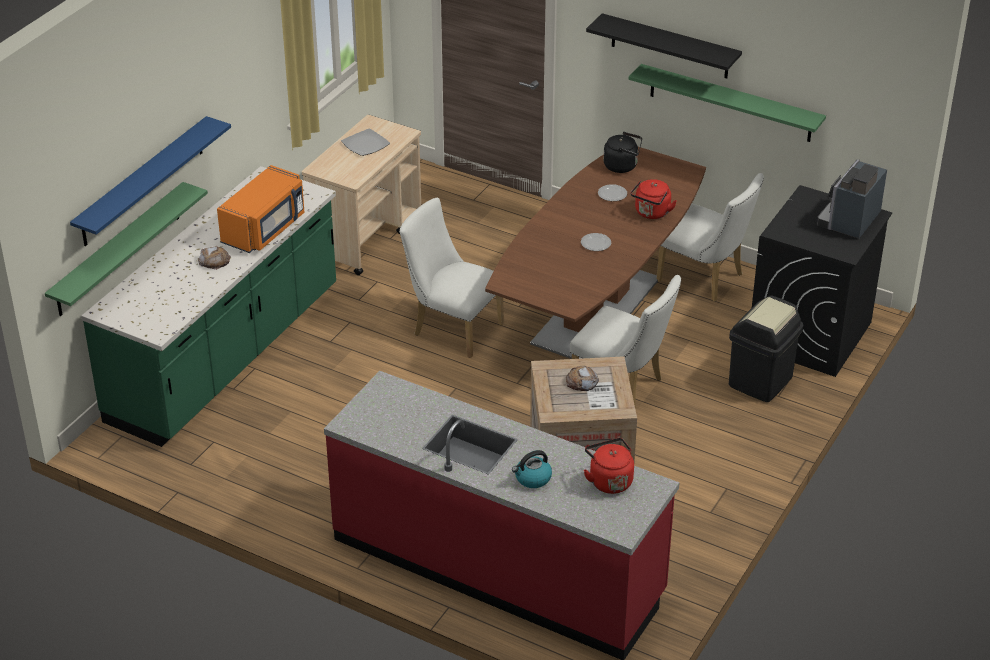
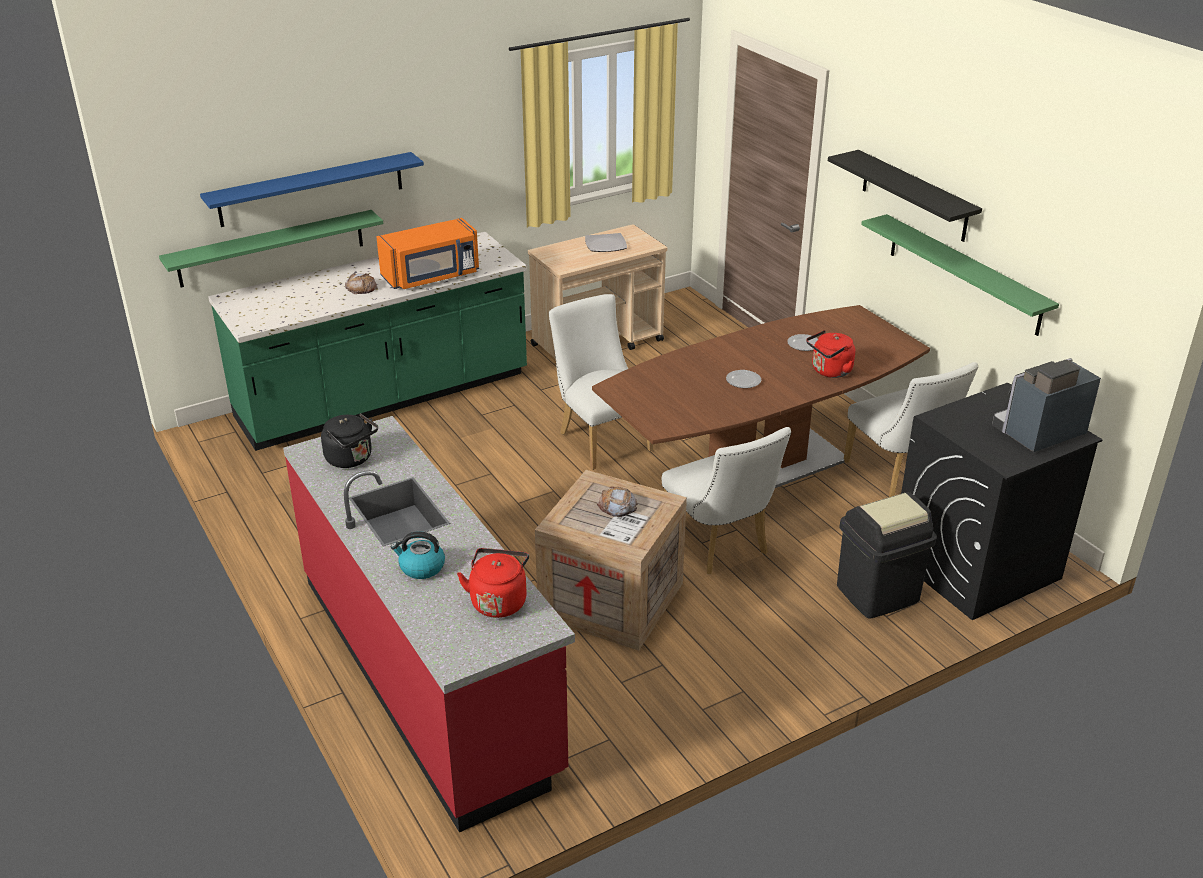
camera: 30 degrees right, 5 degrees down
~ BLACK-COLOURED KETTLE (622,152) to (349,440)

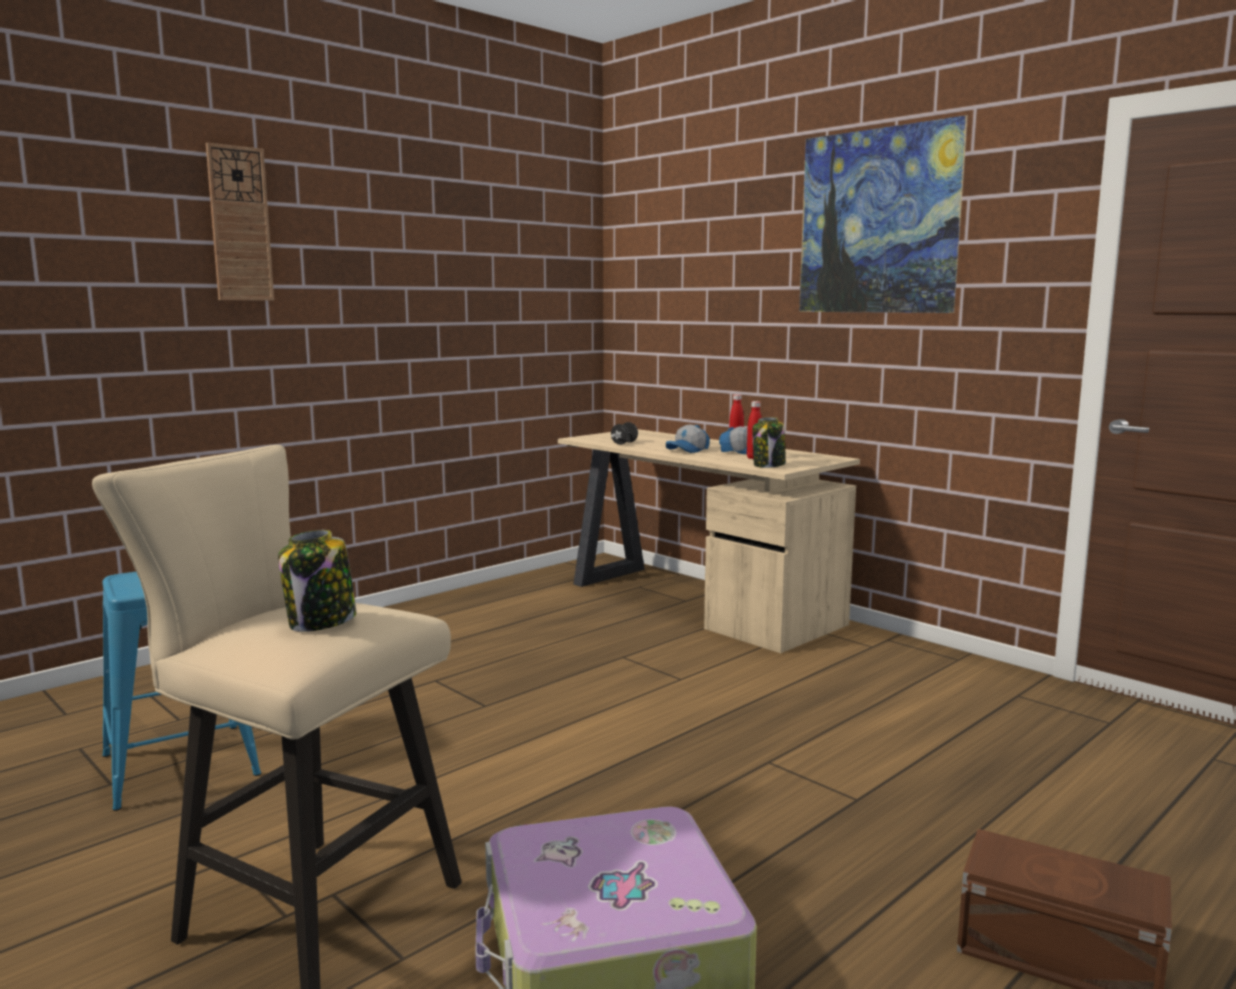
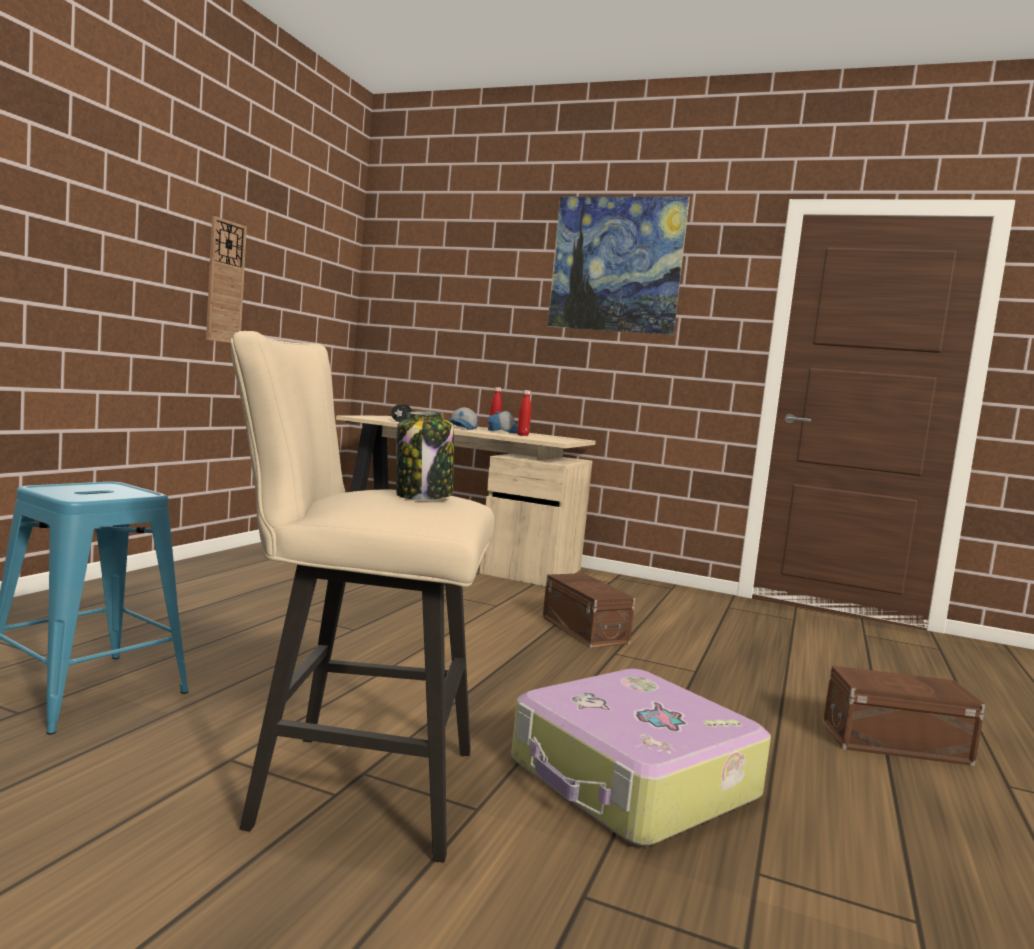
camera: 25 degrees left, 5 degrees down
- PRESERVE JAR (769,442)
+ BROWN STORAGE BOX (589,610)
~ HANGING CLOCK (240,221) to (226,279)

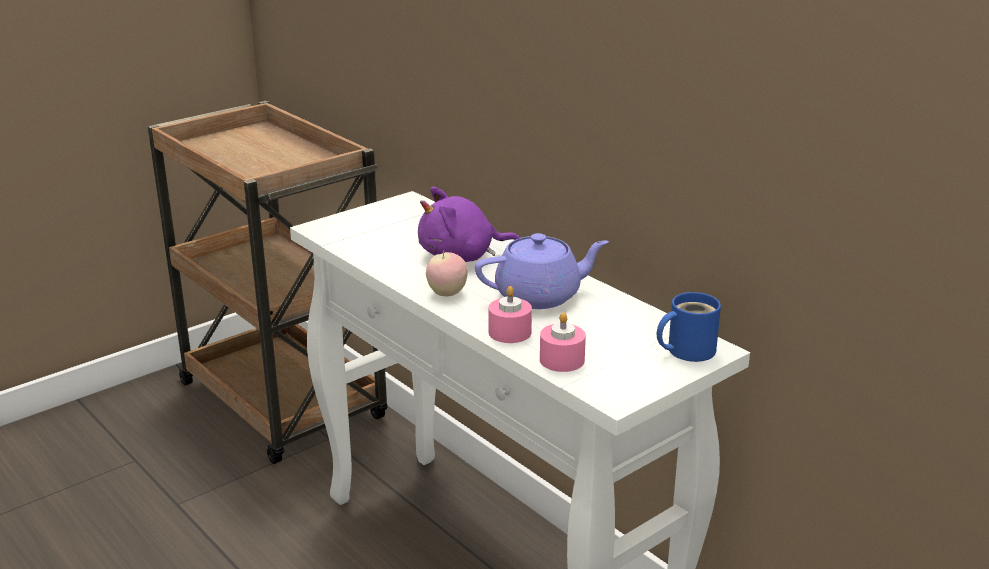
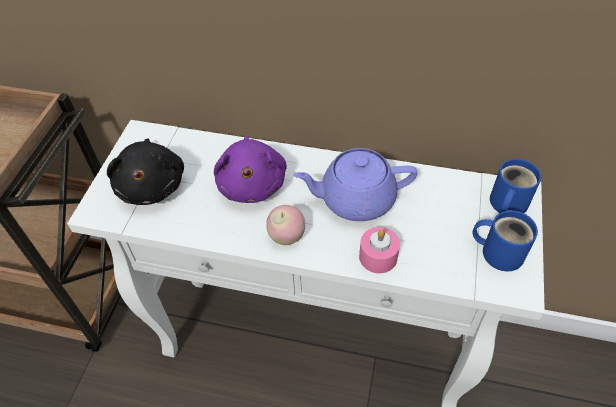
camera: 35 degrees left, 25 degrees up
- PINK-COLOURED WAX LIGHT (563,342)
+ BLACK-COLOURED SOFT TOY (145,171)
+ BLUE MUG (505,240)
~ PURPLE SOFT TOY (469,224) = (250,169) 45 degrees counterclockwise
~ PURPLE POT FOR TEA (542,271) = (355,184) 135 degrees counterclockwise

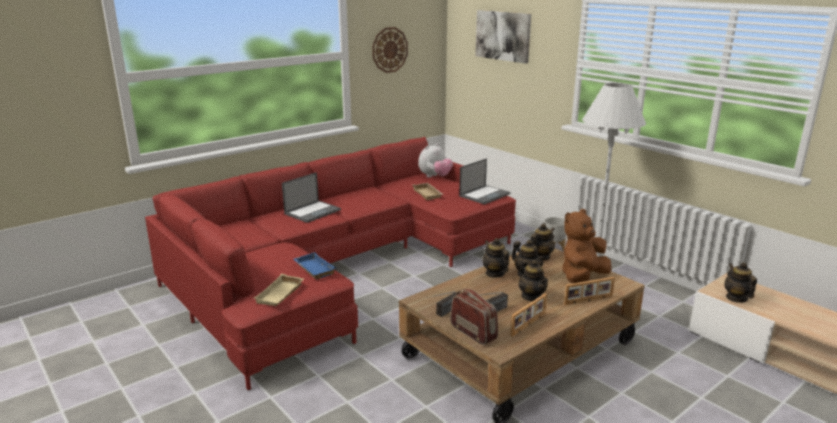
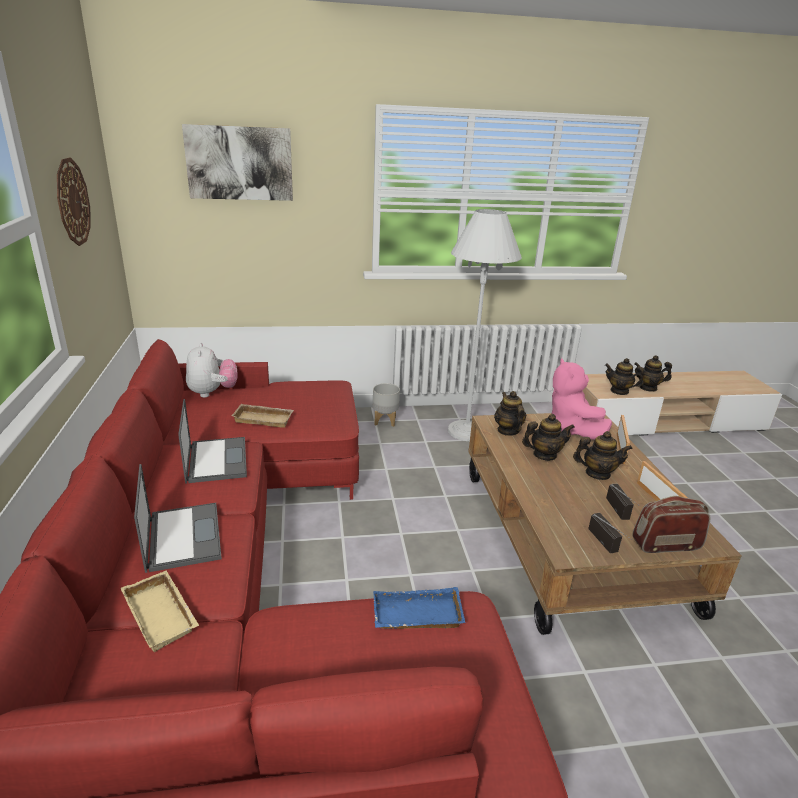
camera: 60 degrees left, 5 degrees up
~ SAND-COLOURED TRAY (279,290) to (160,611)
~ NOTEBOOK COMPUTER (485,181) to (212,441)
~ POT FOR TEA (495,258) to (653,373)
~ BROWN SOFT TOY (586,246) to PINK-COLOURED SOFT TOY (582,399)

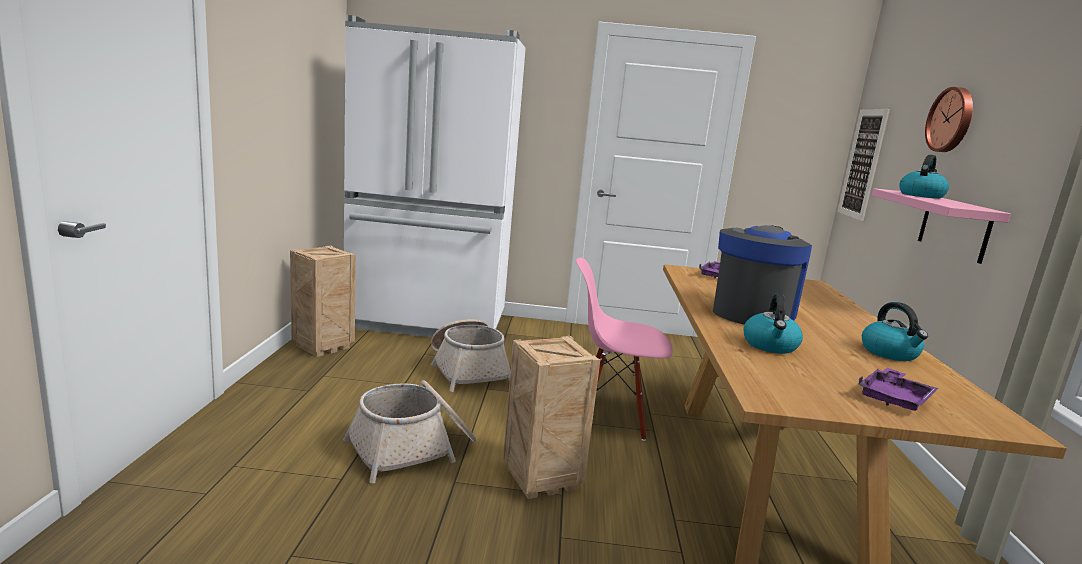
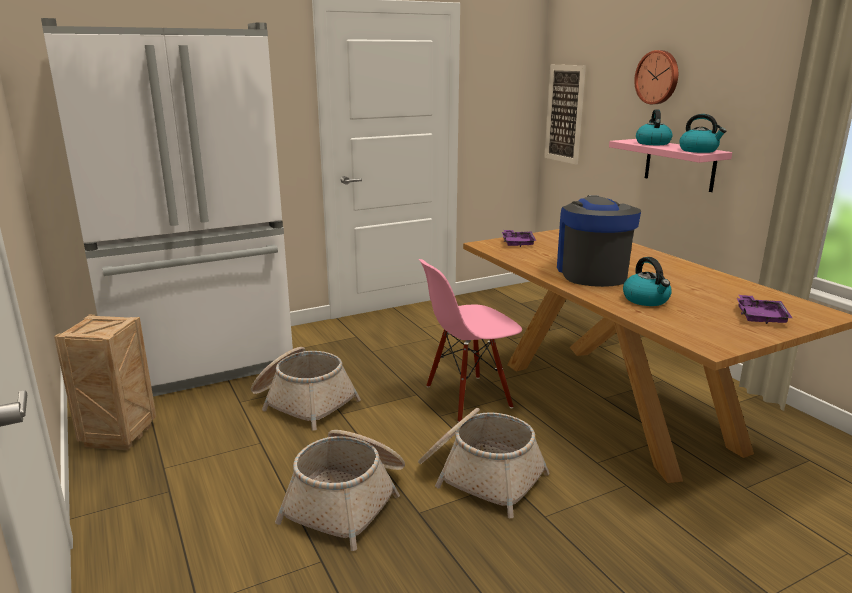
camera: 30 degrees left, 5 degrees up
~ KETTLE (895,331) to (702,133)
~ CRATE (551,417) to STORAGE BASKET (484,463)

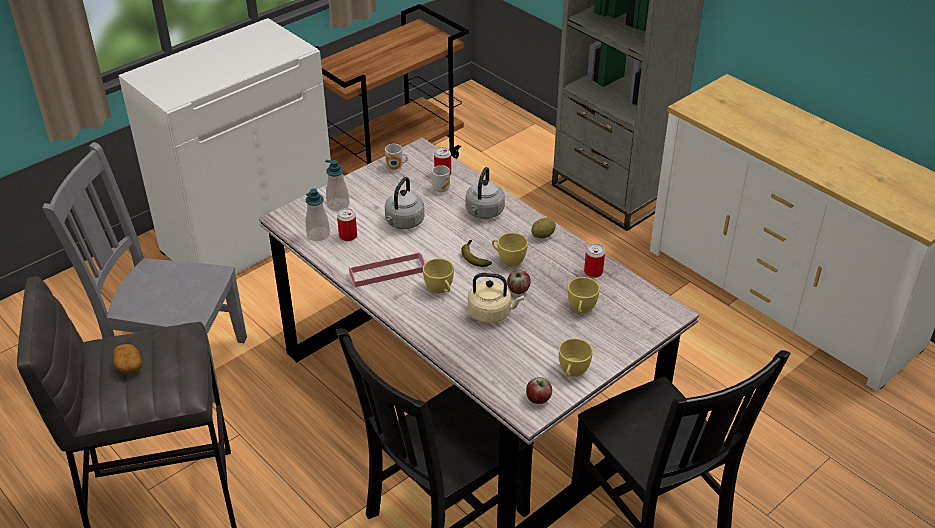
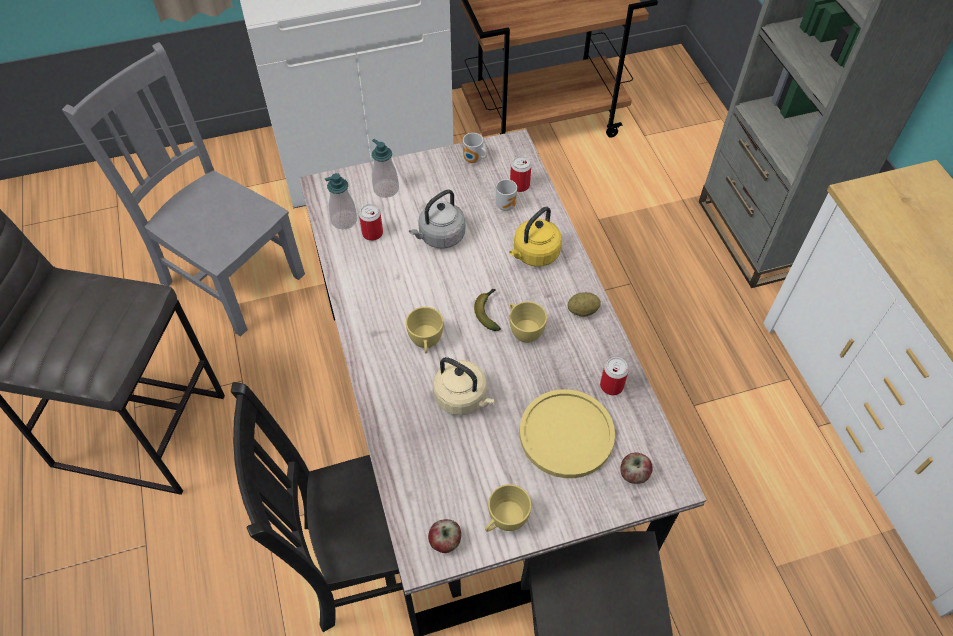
camera: 25 degrees right, 15 degrees up
- WHOLE POTATO (127,359)
- PINK-COLOURED TRAY (387,269)
~ WHOLE APPLE (518,282) to (636,468)
~ YELLOW CUP (584,295) to YELLOW PLATE (567,433)
~ GREYISH KETTLE (485,193) to YELLOW KETTLE (535,237)

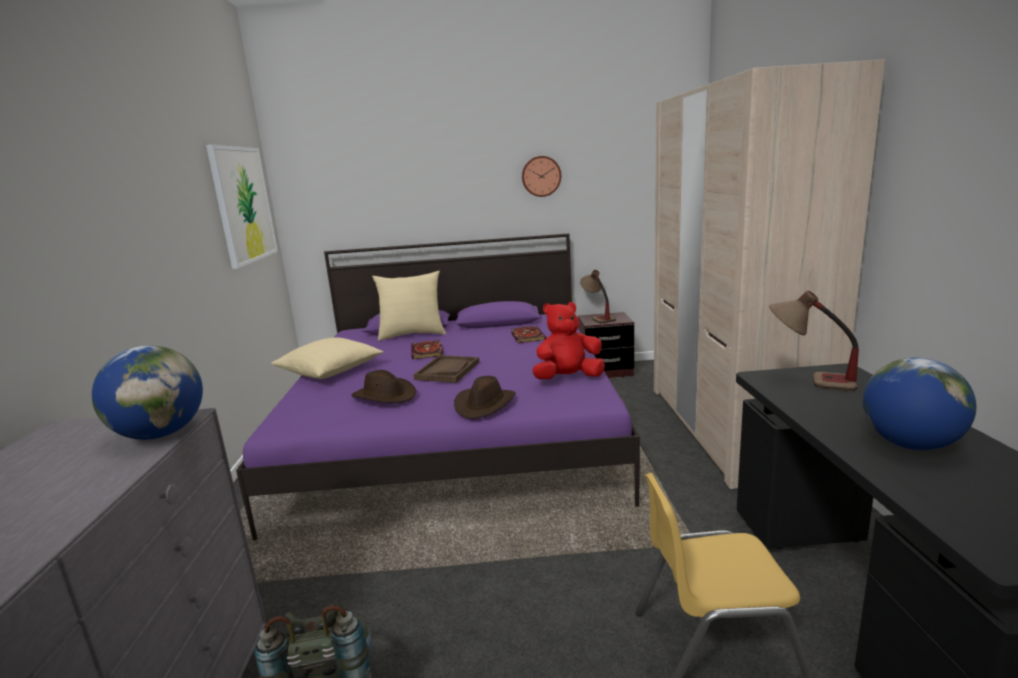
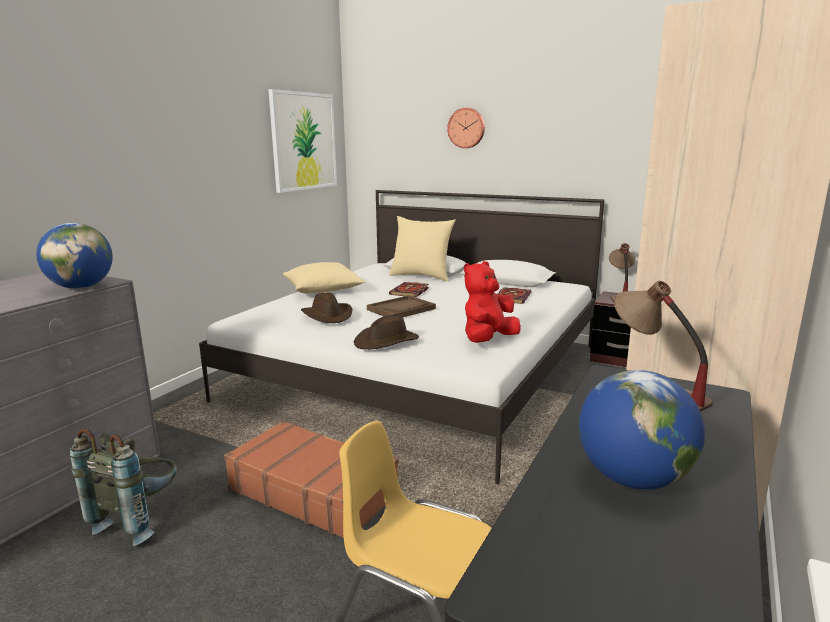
camera: 30 degrees right, 0 degrees up
+ BROWN TRAVEL CASE (311,480)
~ HANGING CLOCK (541,176) to (466,128)
~ PURPLE SLEEPING BED (438,386) to WHITE-COLOURED SLEEPING BED (401,337)
~ REDDISH SOFT TOY (568,340) = (492,302) 60 degrees counterclockwise

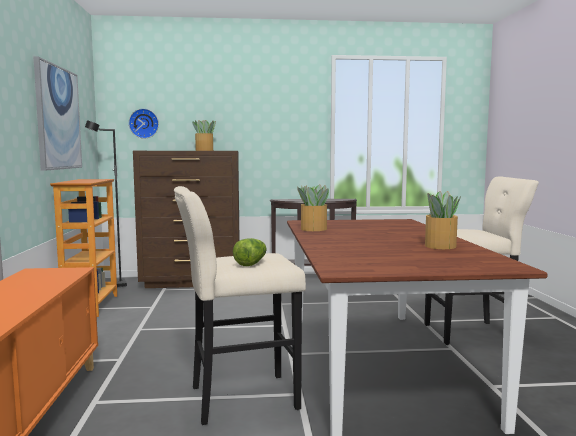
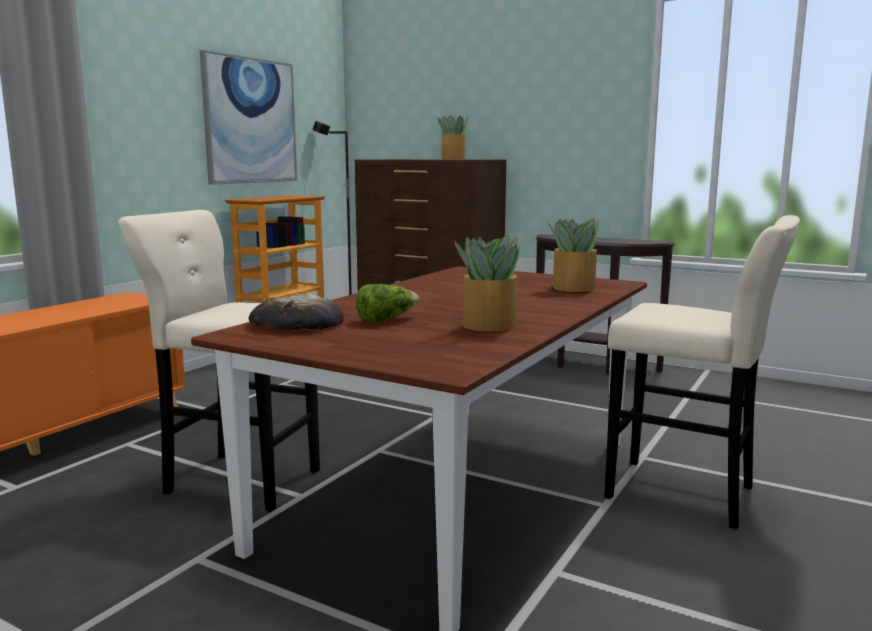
camera: 35 degrees right, 5 degrees up
- HANGING CLOCK (144,123)
+ BAKERY BREAD (296,311)
~ LETTUCE HEAD (250,252) to (388,303)
~ POTTED PLANT (313,207) to (573,255)

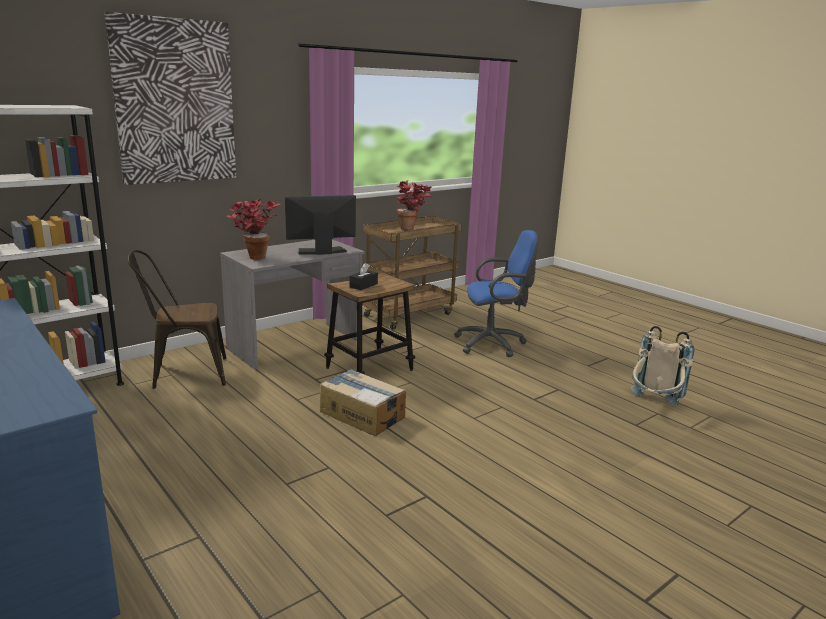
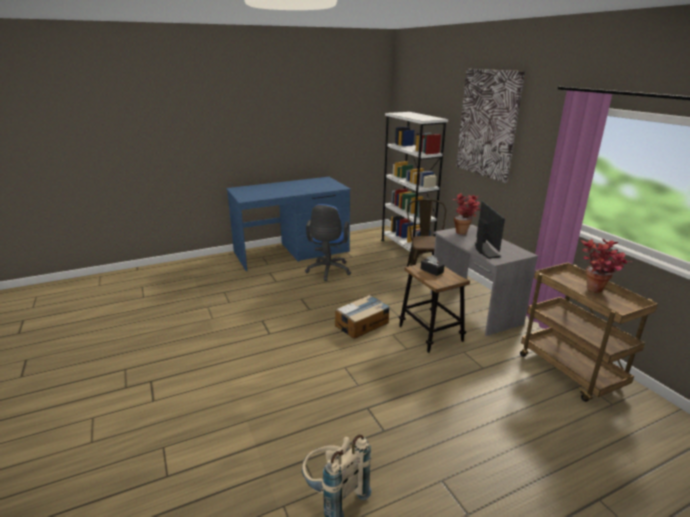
camera: 105 degrees right, 5 degrees up
~ BLUE OFFICE CHAIR (496,293) to (328,242)

